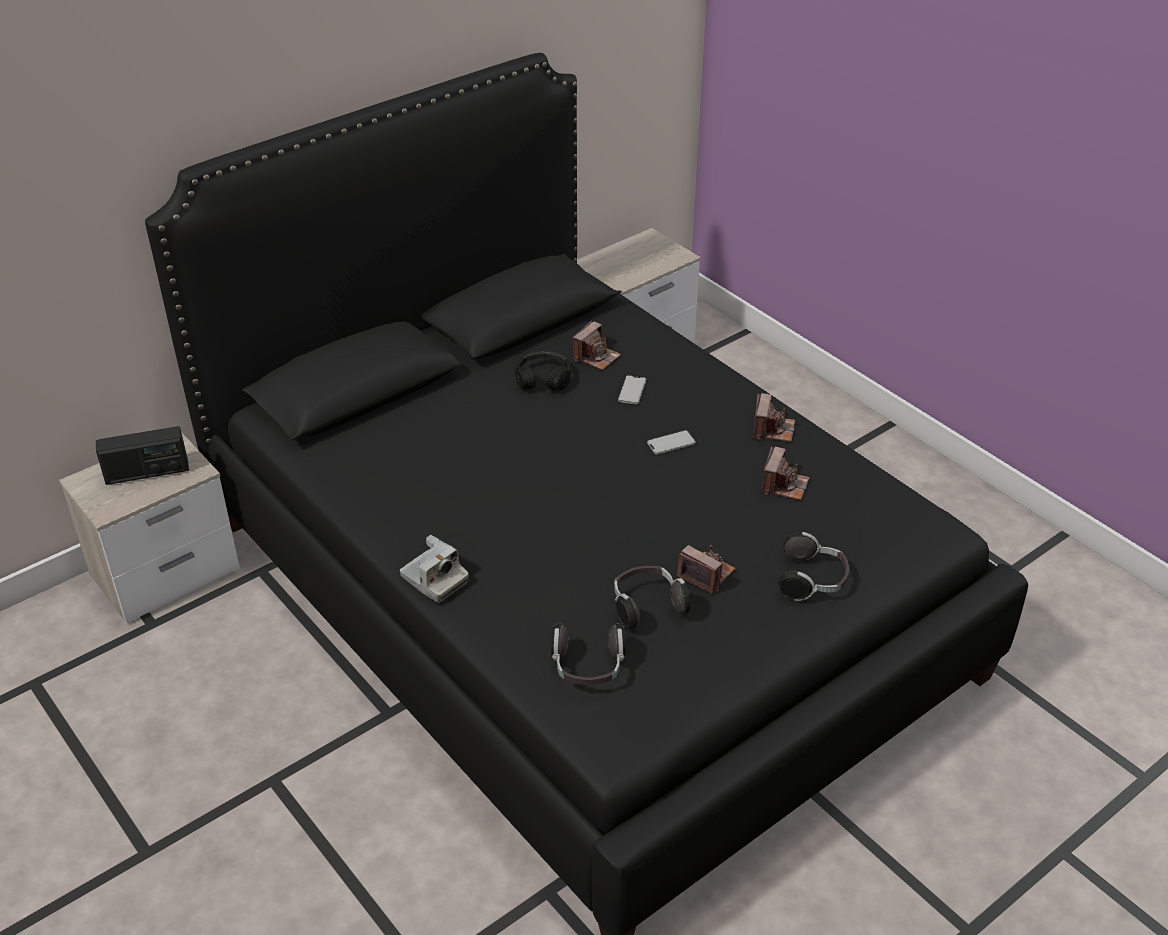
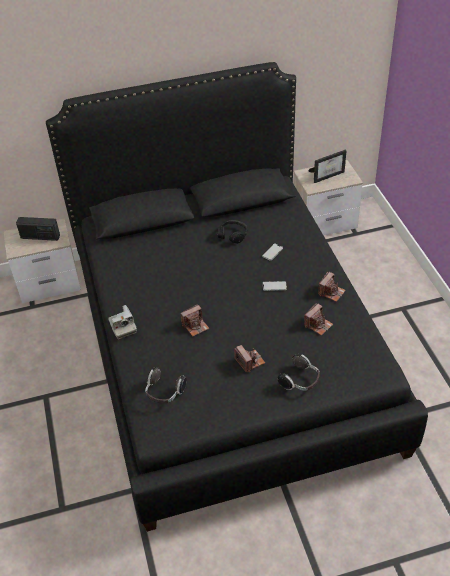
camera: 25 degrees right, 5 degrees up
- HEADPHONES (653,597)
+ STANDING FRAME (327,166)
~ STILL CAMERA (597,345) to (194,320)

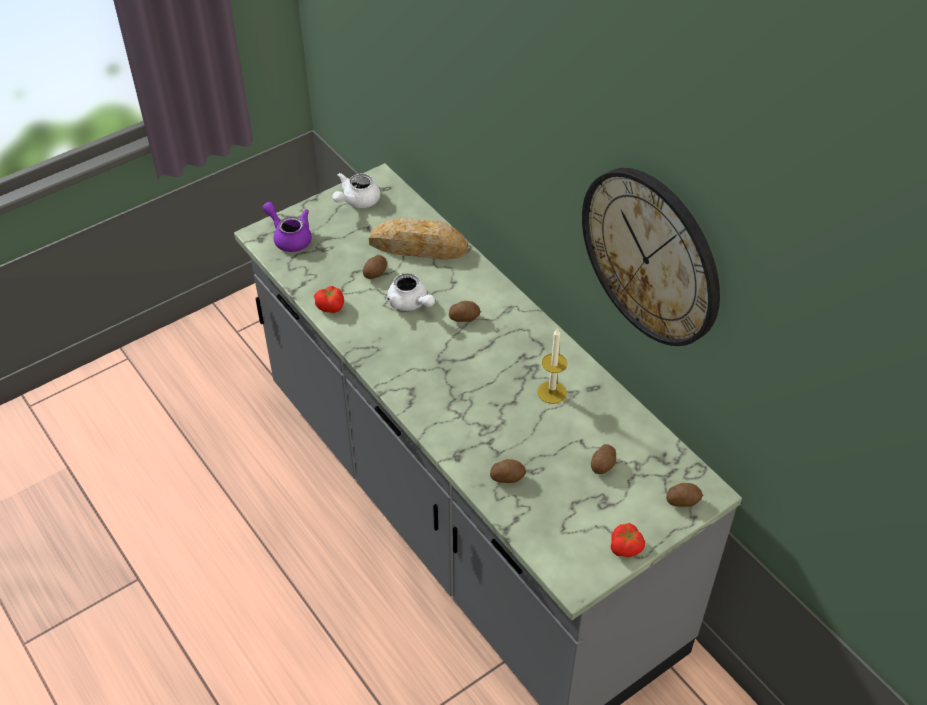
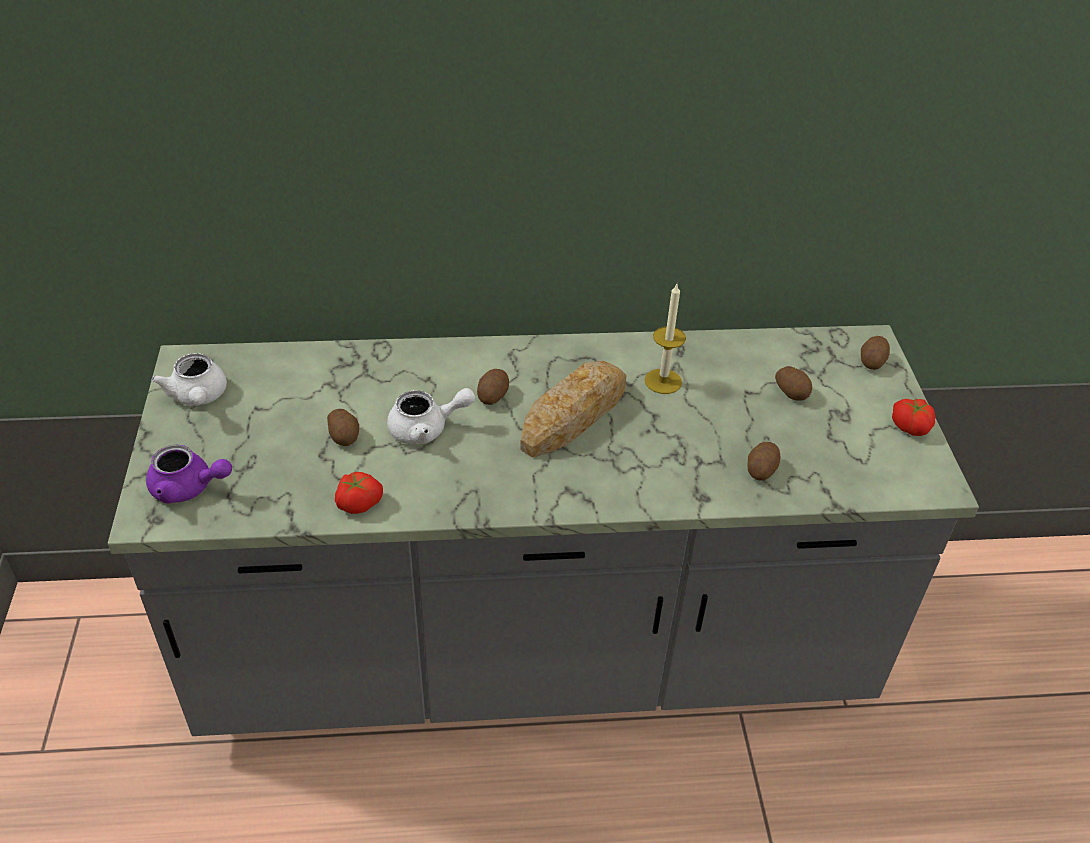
camera: 60 degrees left, 5 degrees down
- HANGING CLOCK (651,257)
~ BAKERY BREAD (418,239) to (573,409)
~ PURPLE POT FOR TEA (287,227) = (189,474) 150 degrees counterclockwise

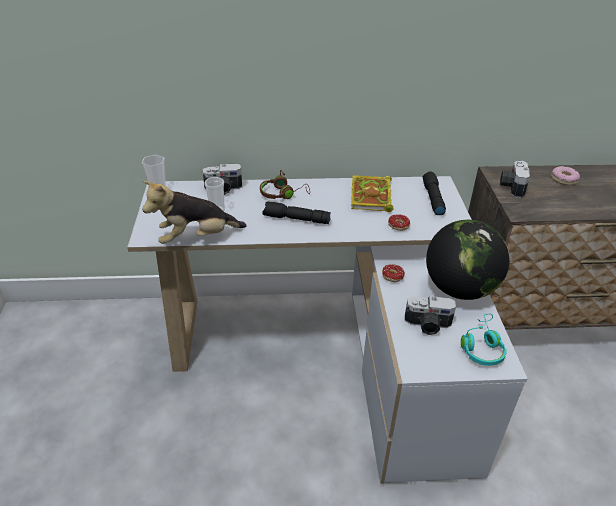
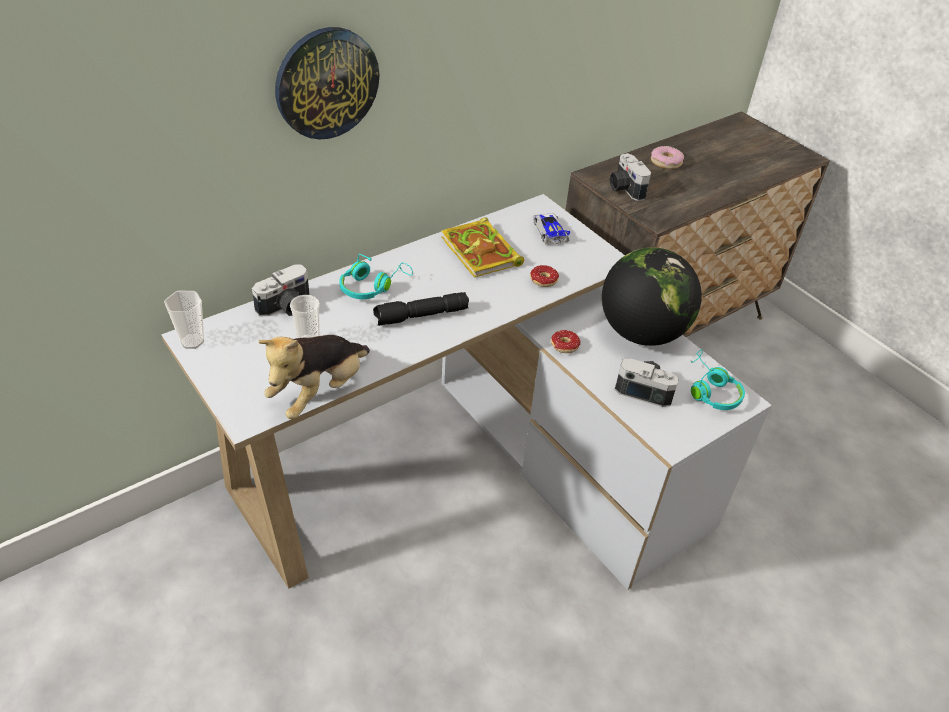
camera: 35 degrees left, 5 degrees up
+ HANGING CLOCK (327,83)
~ BLACK-COLOURED TORCH (434,193) to TOY CAR (551,229)
~ BROWN HEADPHONES (285,184) to TURQUOISE-COLOURED HEADPHONES (376,276)
~ STILL CAMERA (430,315) = (647,382) 135 degrees counterclockwise

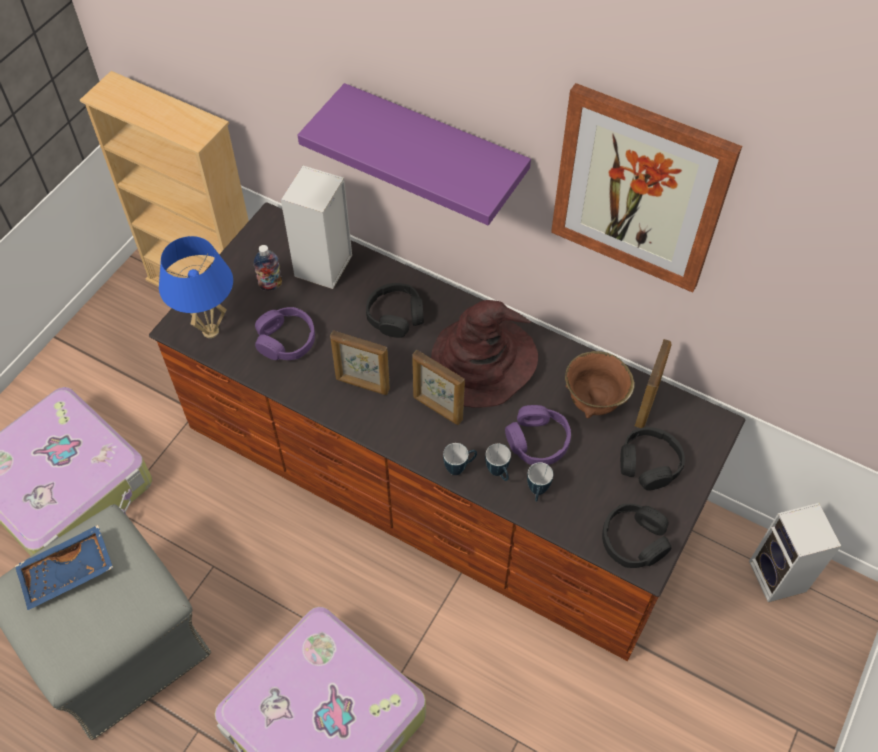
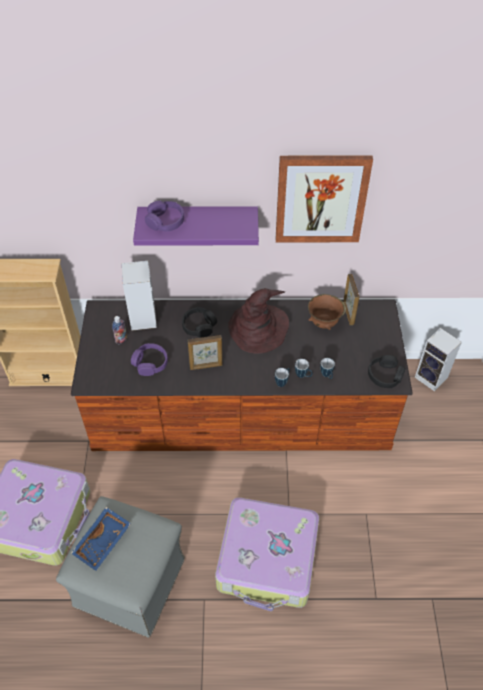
camera: 30 degrees left, 5 degrees down
- BLUE TABLE LAMP (196,287)
- STANDING FRAME (438,387)
- BLACK-COLOURED HEADPHONES (652,459)
~ PURPLE HEADPHONES (538,435) to (164,216)

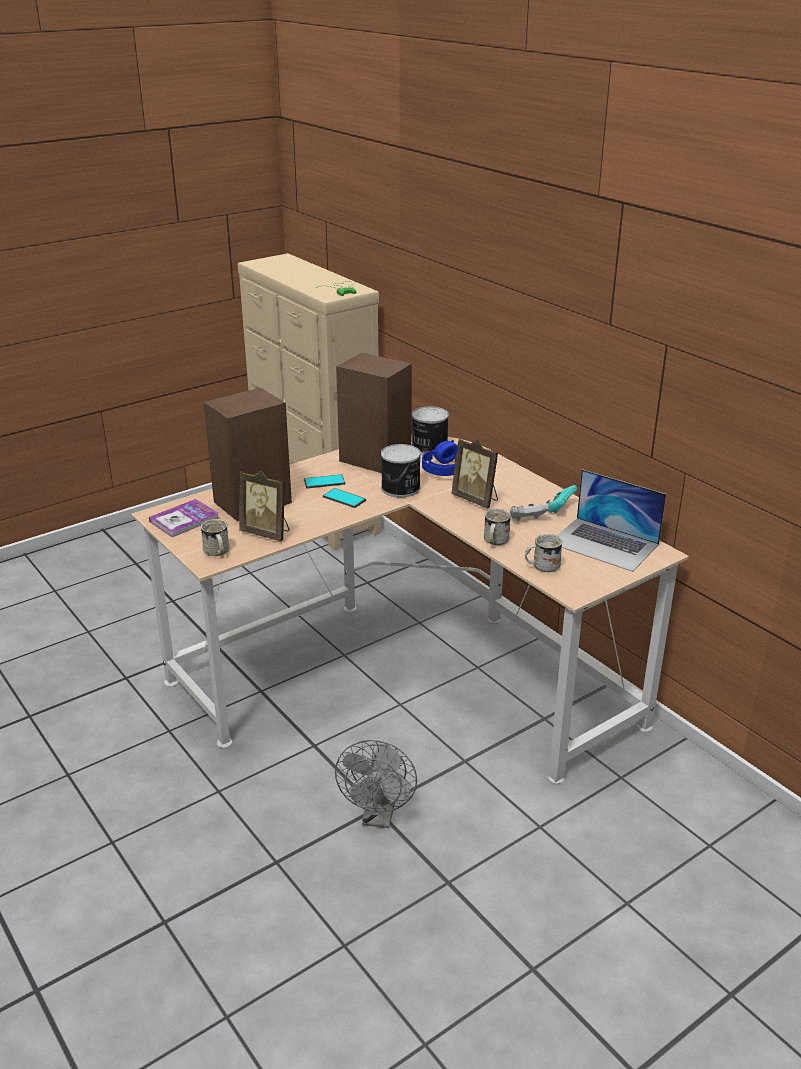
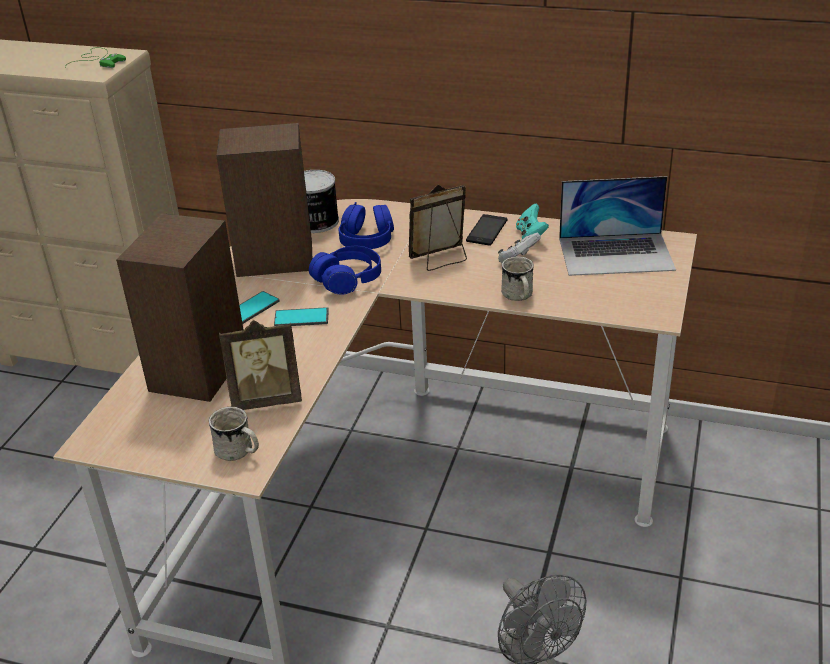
camera: 35 degrees left, 5 degrees up
- BOUND BOOK (184,518)
- WHITE-COLOURED MUG (544,553)
+ TELEPHONE (486,230)
~ METAL CAN (401,470) to BLUE HEADPHONES (345,270)
~ STANDING FRAME (474,473) = (438,228) 150 degrees clockwise

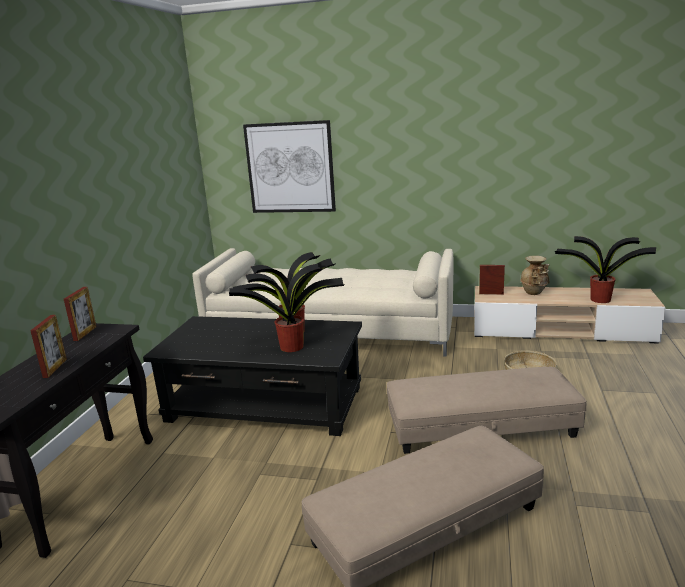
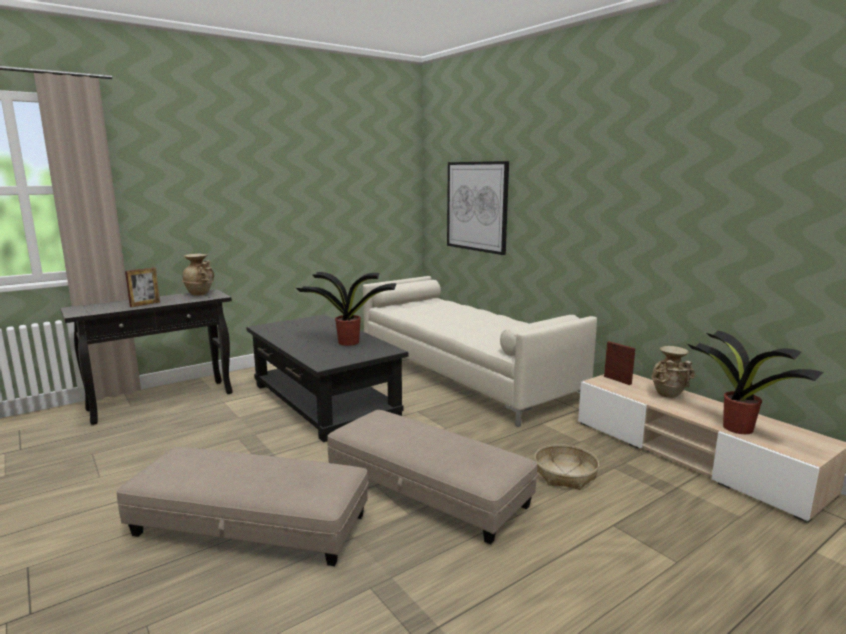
camera: 40 degrees right, 5 degrees down
- POTTED PLANT (287,308)
~ STANDING FRAME (80,314) to SAND-COLOURED FLOWER VASE (198,275)

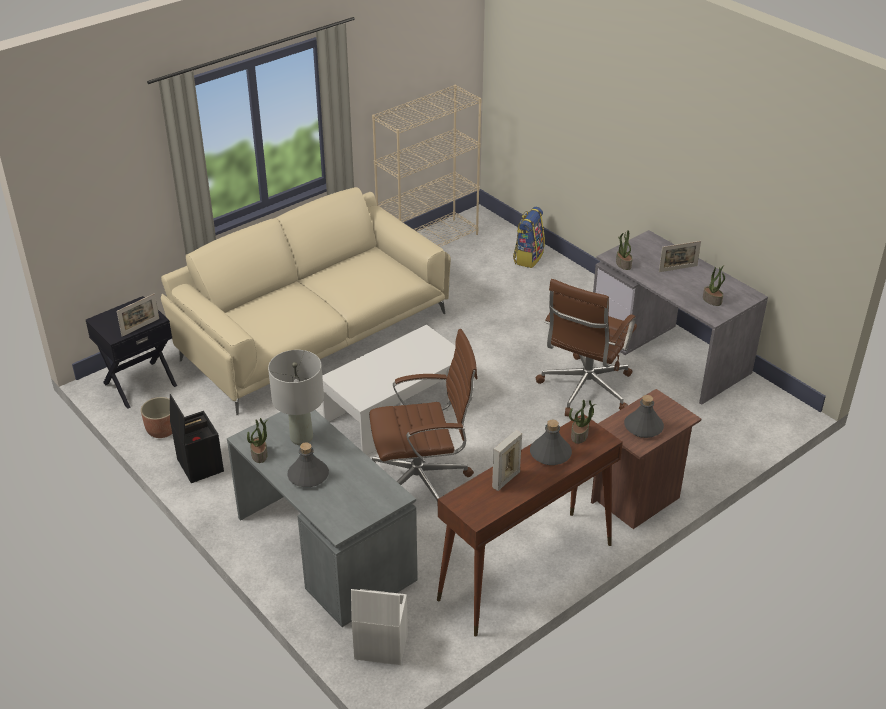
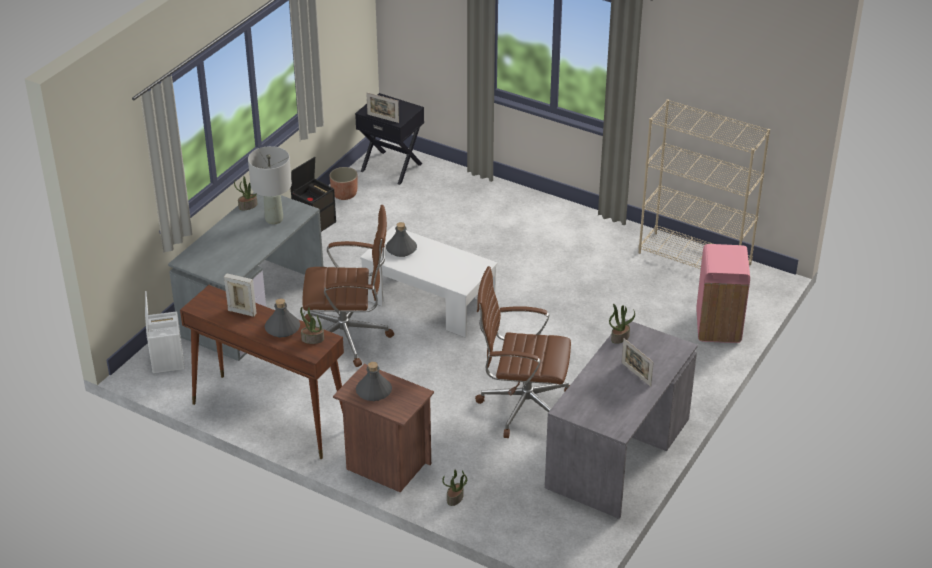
camera: 70 degrees right, 0 degrees up
- SAND-COLOURED SOFA (306,301)
~ GREYISH DRINK BOTTLE (308,464) to (401,239)
~ POTTED PLANT (714,285) to (454,488)
~ RUCKSACK (529,237) to PINK-COLOURED WASTE BIN (723,293)
~ BROWN OFFICE CHAIR (423,415) = (348,286) 60 degrees counterclockwise

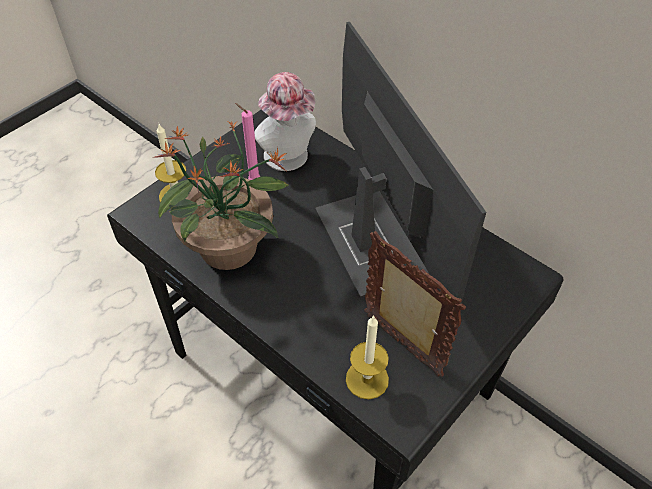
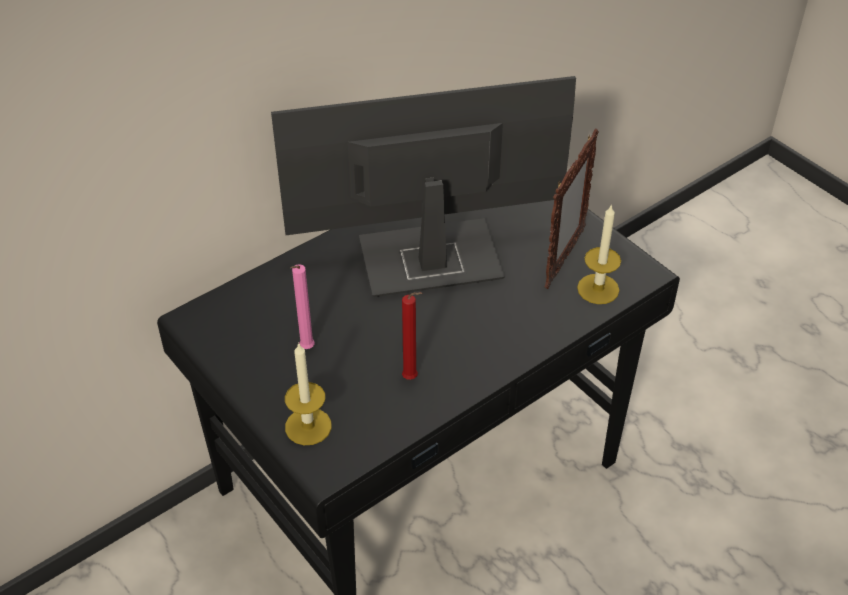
camera: 80 degrees left, 5 degrees down
- WEARABLE HAT (285,121)
~ POTTED PLANT (220,195) to REDDISH WAX LIGHT (412,336)
~ STANDING FRAME (415,304) = (572,208) 150 degrees clockwise

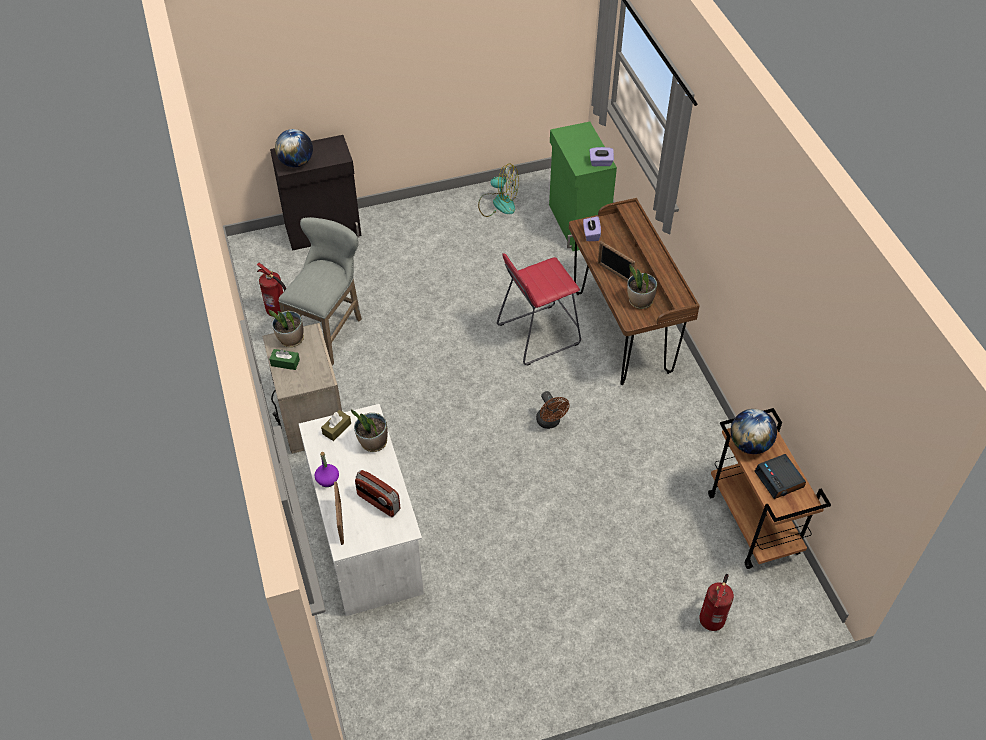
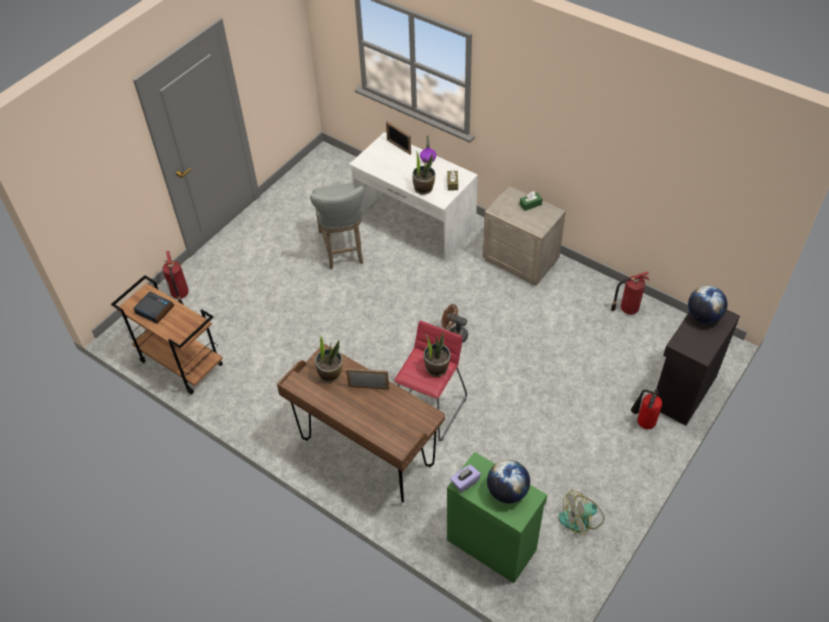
camera: 145 degrees right, 0 degrees up
- RADIO SET (377,493)
- PURPLE TISSUE BOX (592,228)
+ FIRE EXTINGUISHER (646,409)
~ POTTED PLANT (286,328) to (437,353)
~ GREYISH STOOL SEAT (320,291) to (337,226)
~ BROWN FAN (552,410) to (455,323)
~ GLOBE (754,431) to (508,481)

